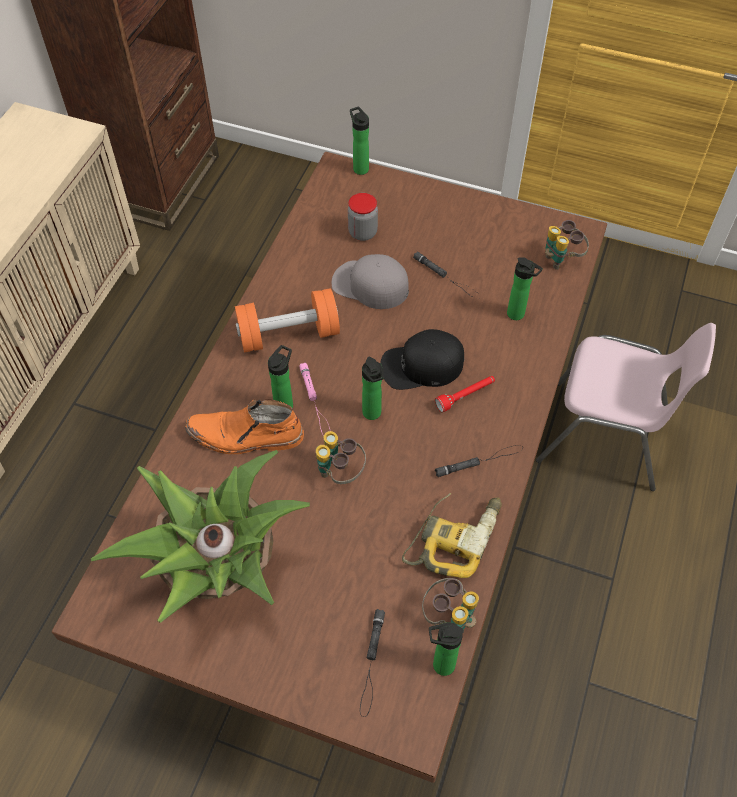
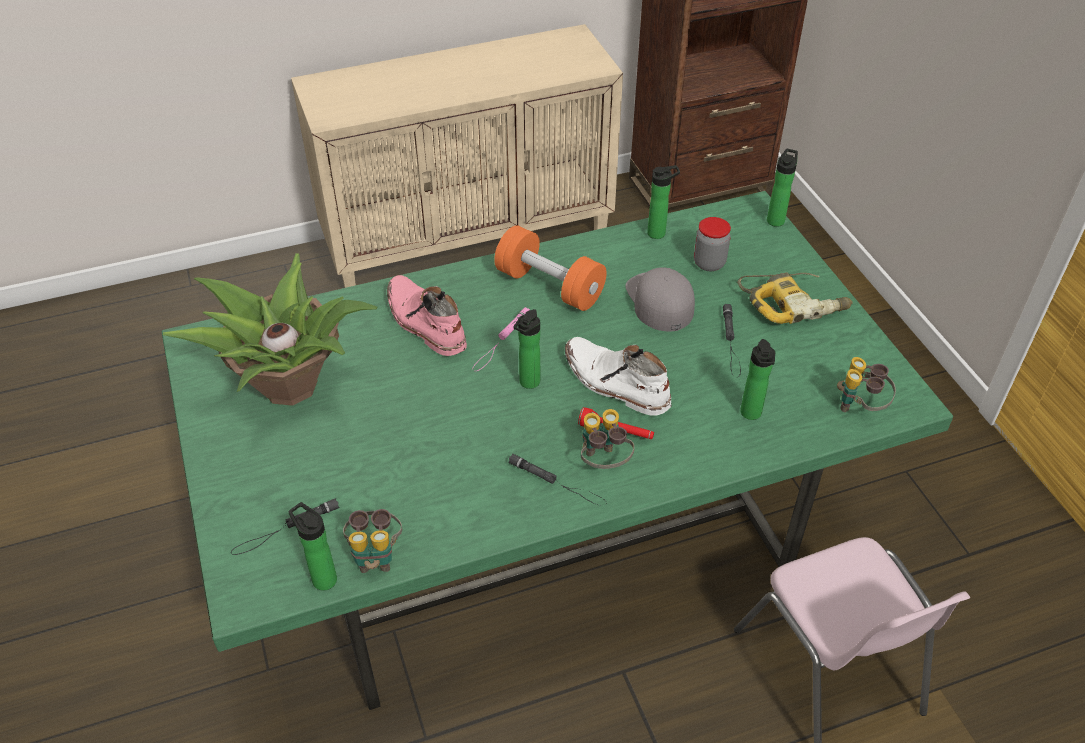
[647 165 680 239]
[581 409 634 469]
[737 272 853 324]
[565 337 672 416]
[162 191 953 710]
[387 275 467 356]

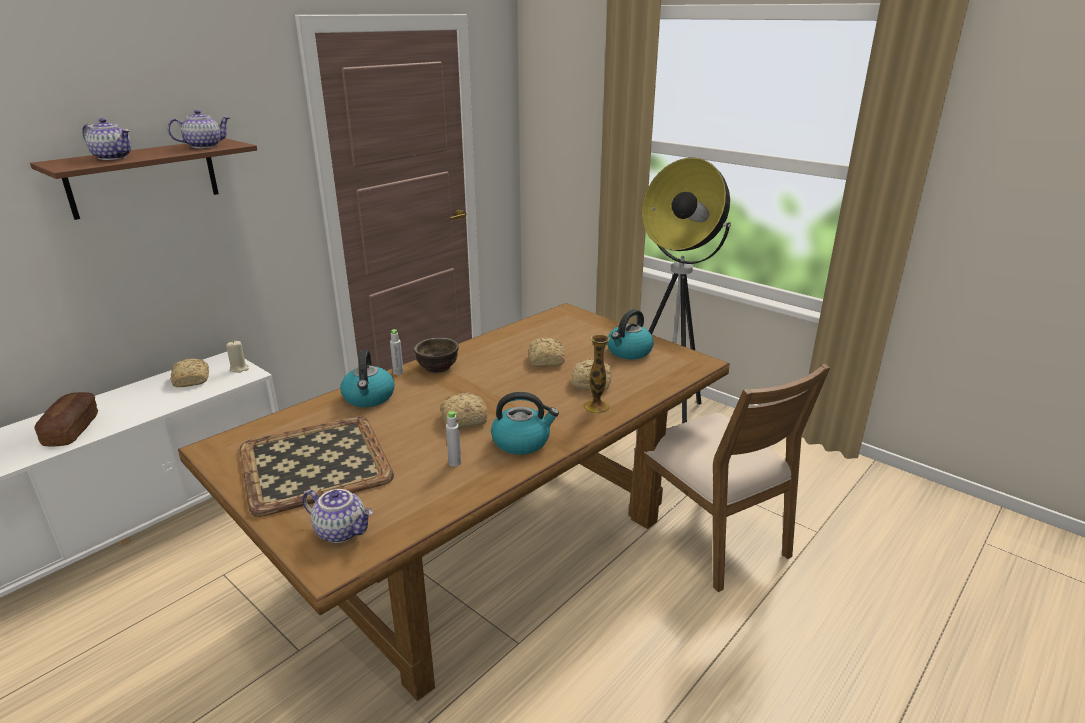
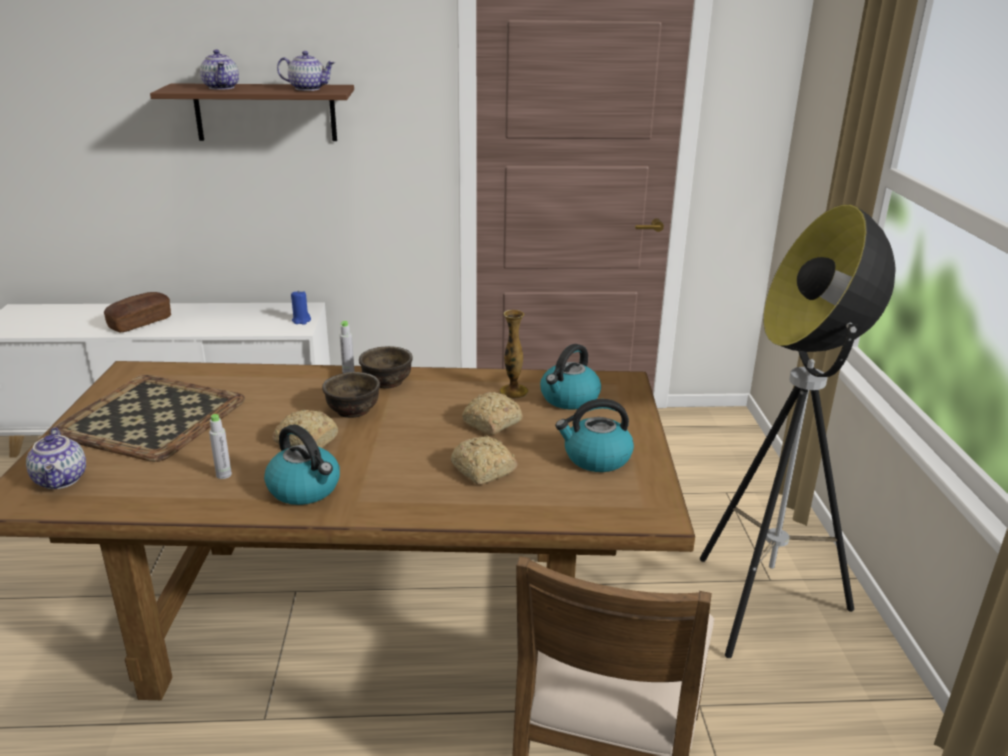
[170 358 209 387] (first image)
[322 372 380 418]
[540 344 601 410]
[499 310 529 399]
[291 290 311 325]

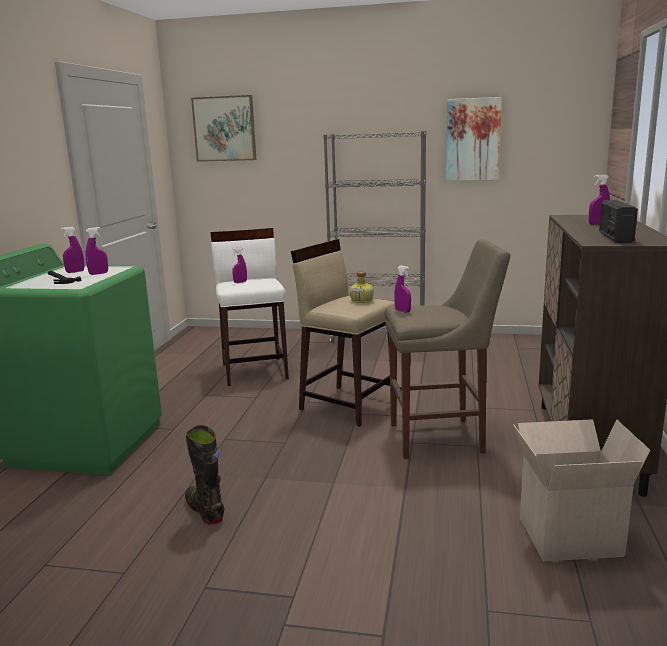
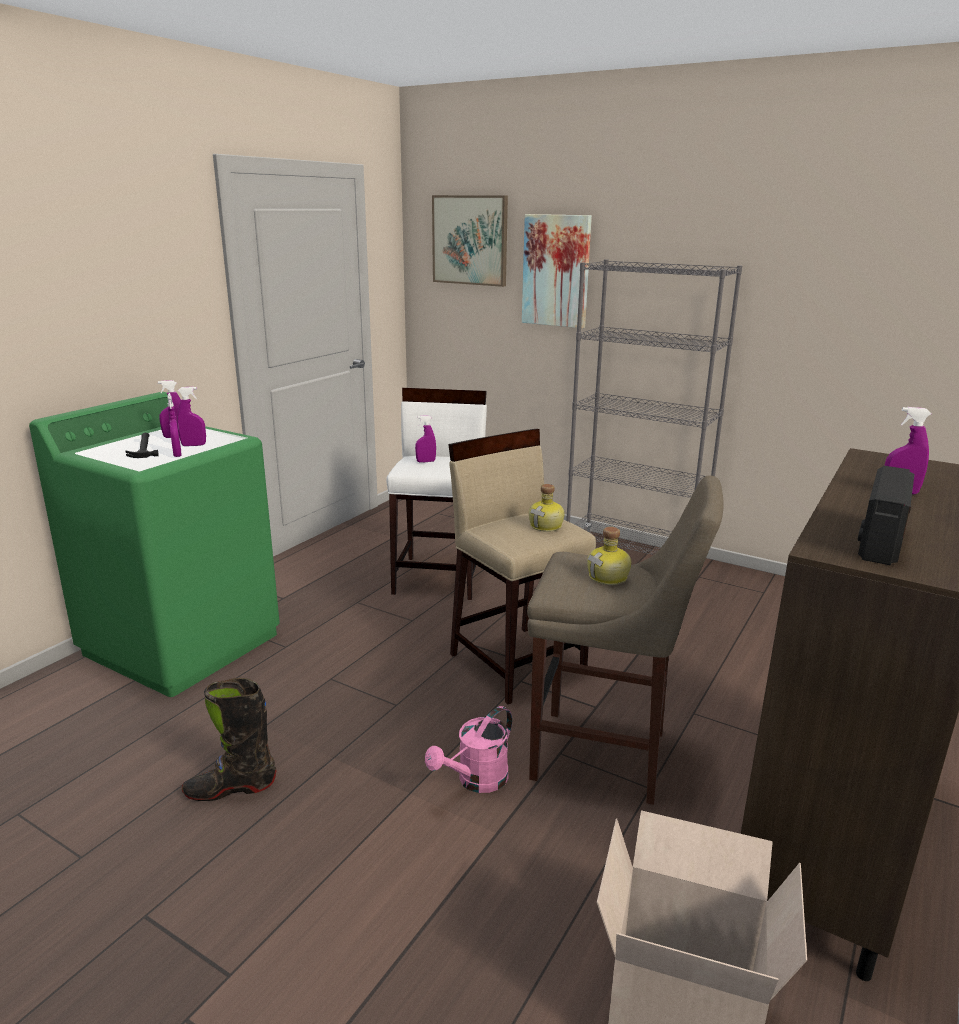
[425 706 512 793]
[587 527 631 585]
[167 393 181 457]
[522 214 592 328]
[182 678 276 801]

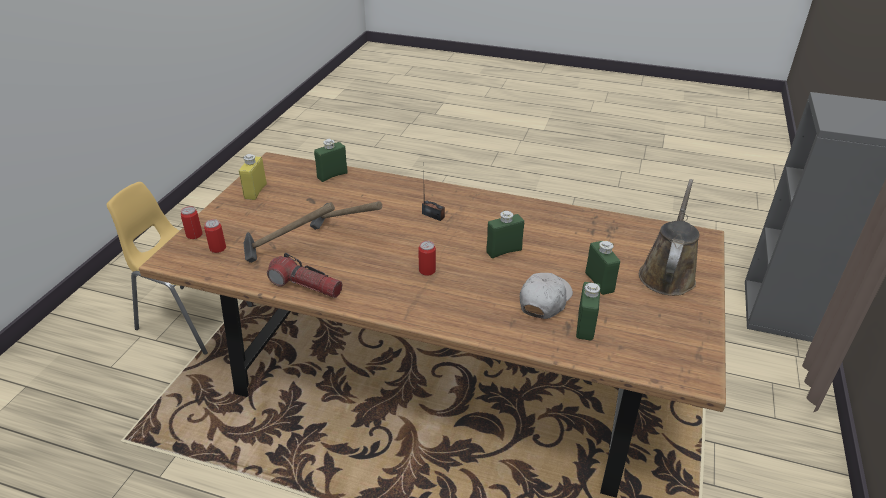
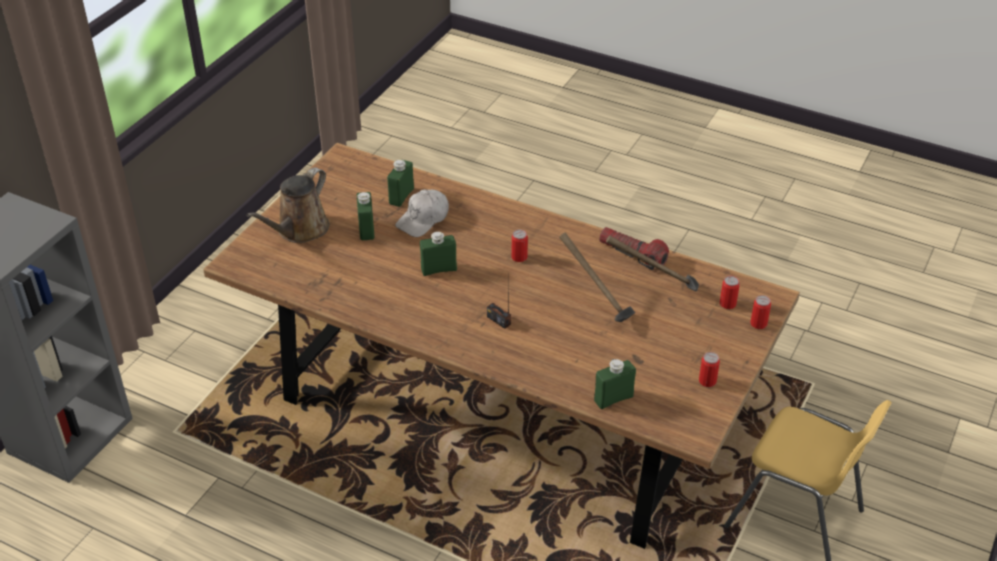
[699 352 720 387]

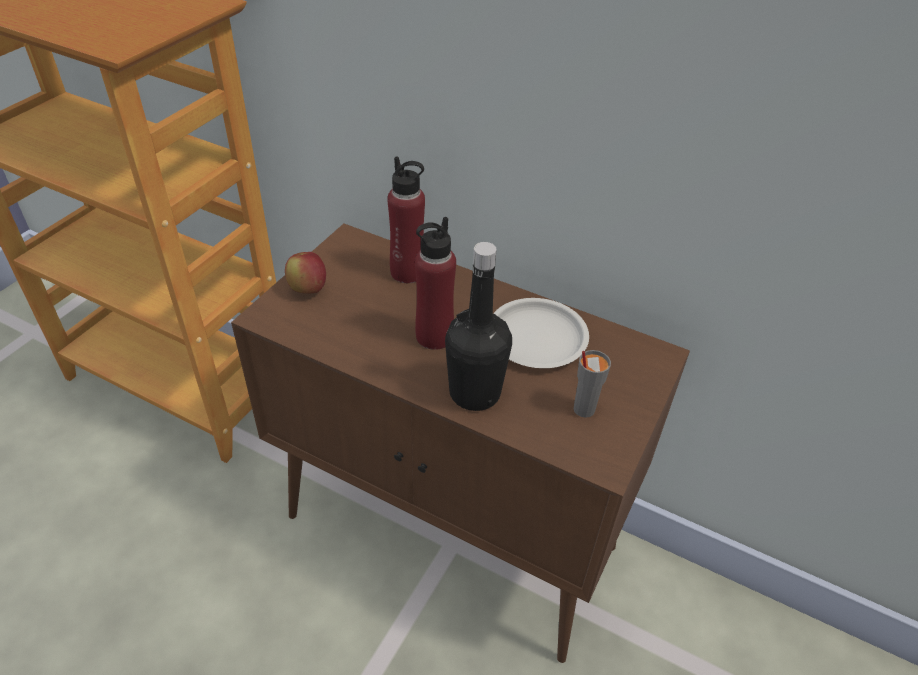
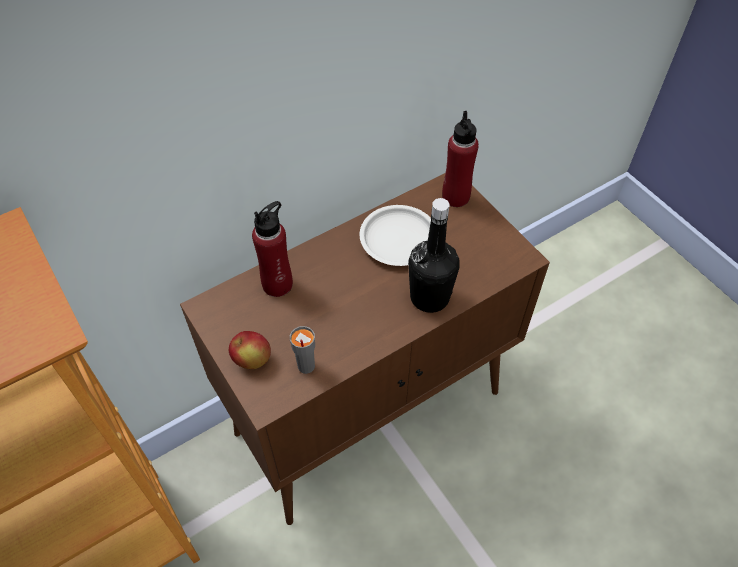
[442 111 479 207]
[290 326 315 374]

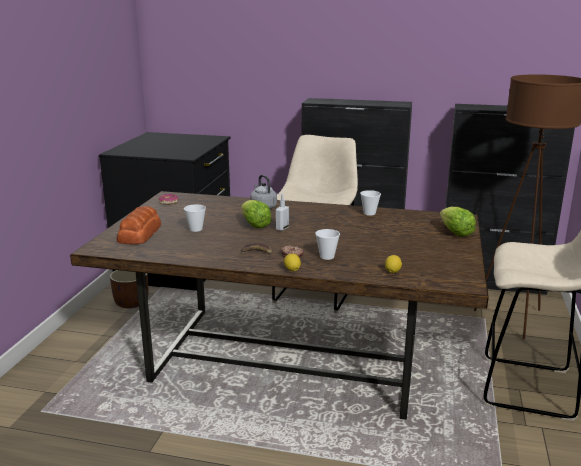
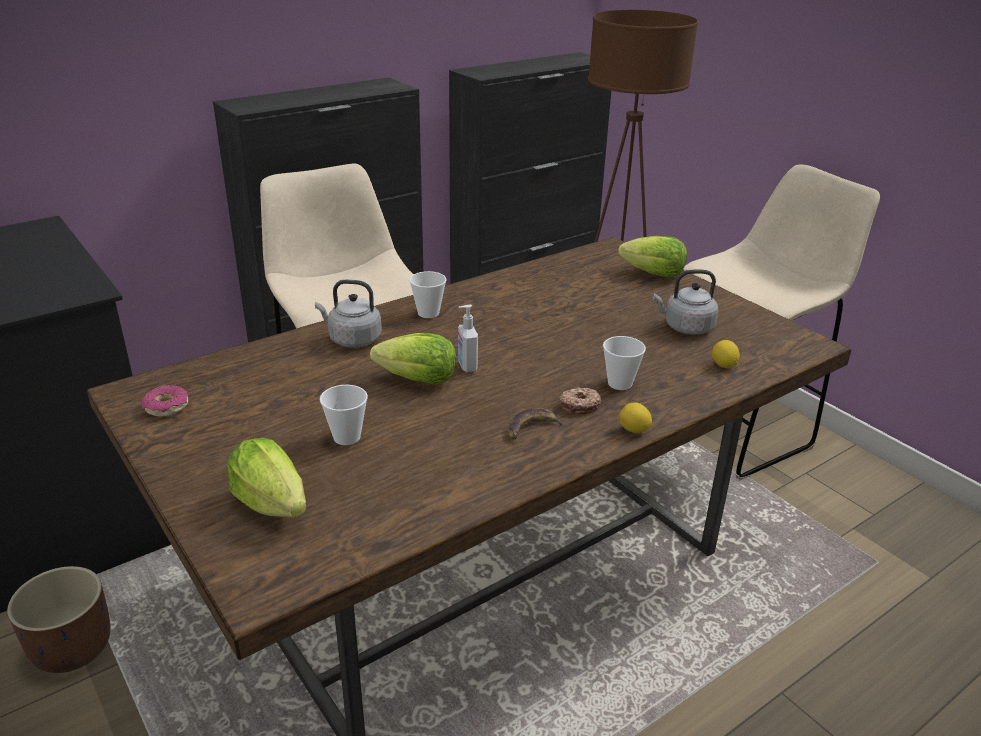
[653 269 718 335]
[409 271 446 318]
[227 438 306 518]

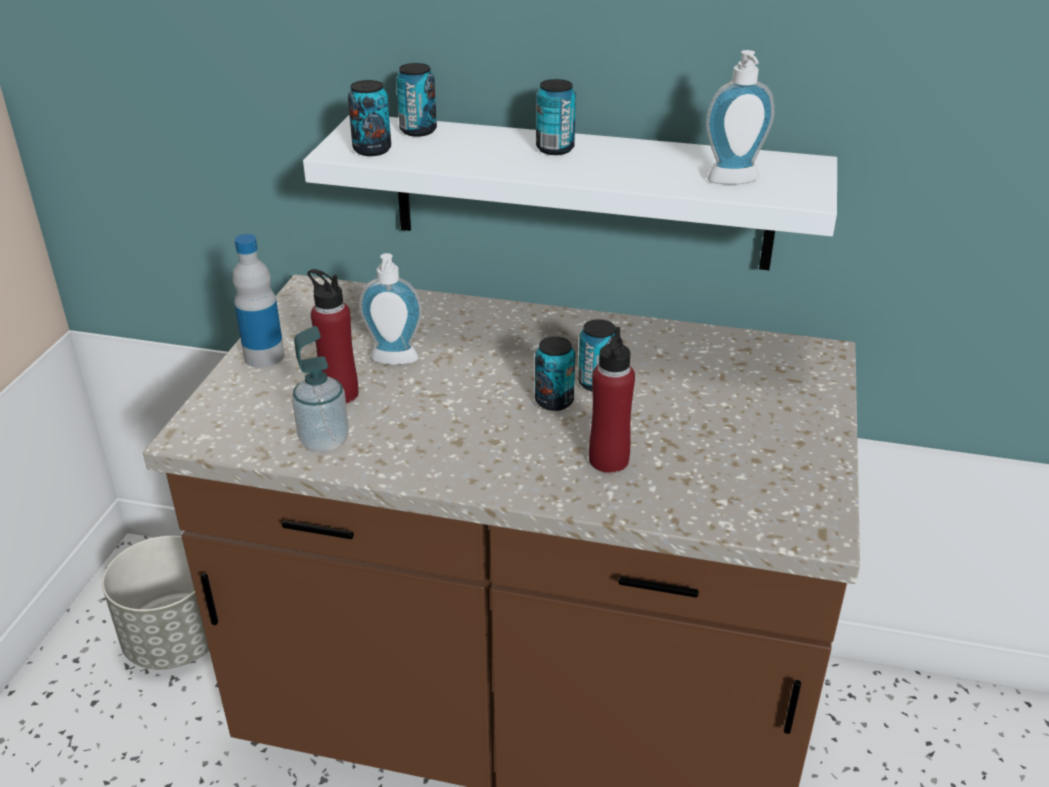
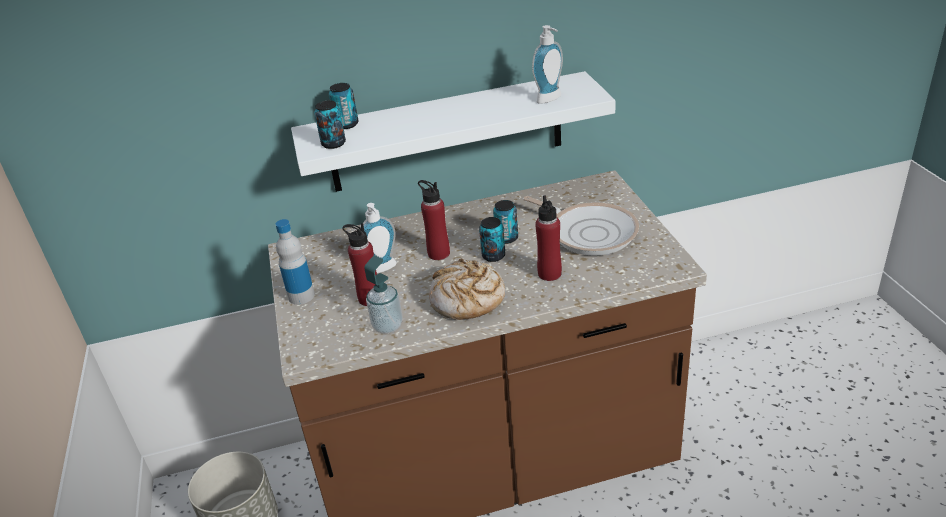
[536 79 576 155] (first image)
[418 180 450 260]
[429 258 505 320]
[523 196 639 256]

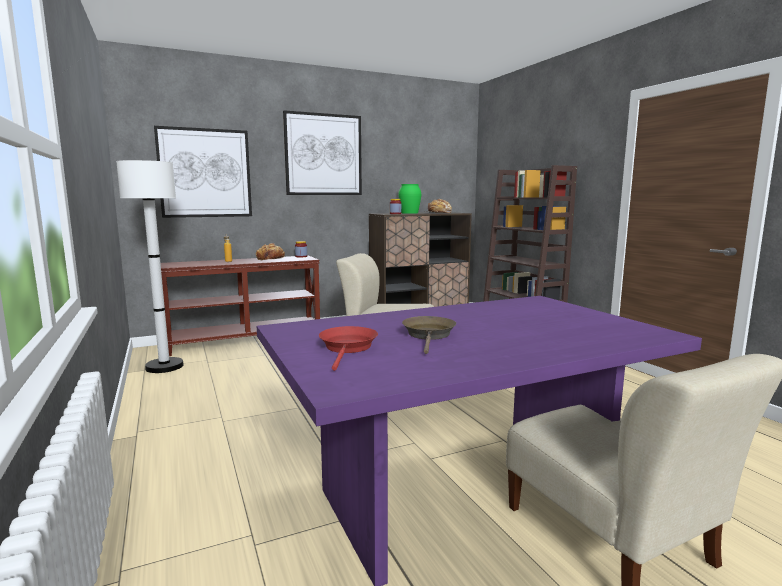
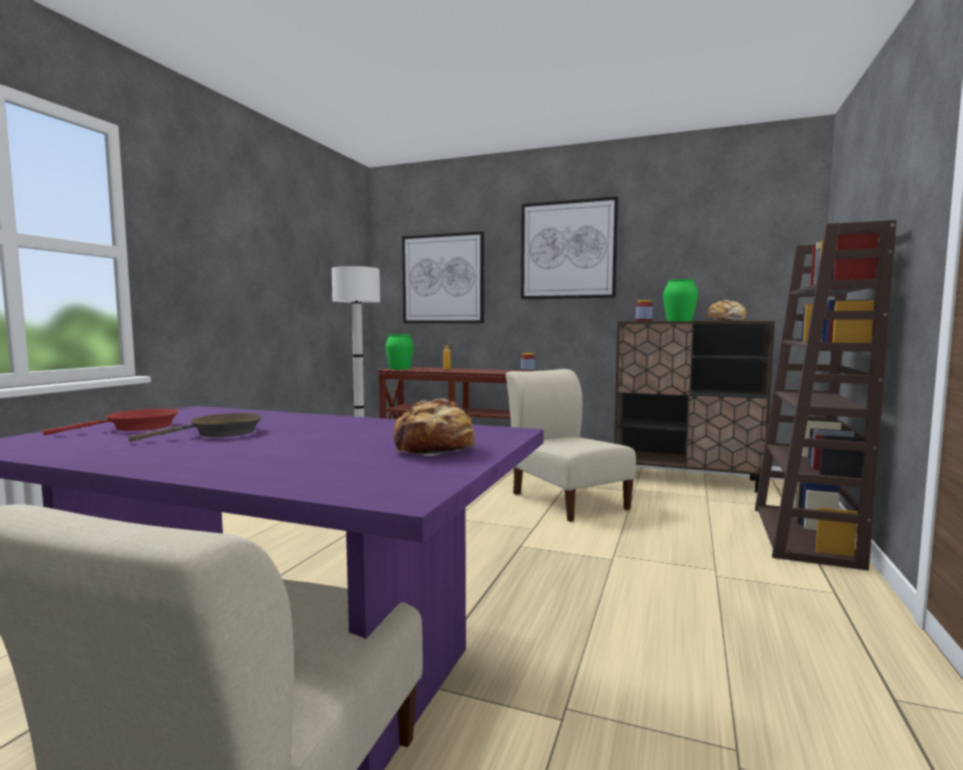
[385 334 414 370]
[394 399 478 456]

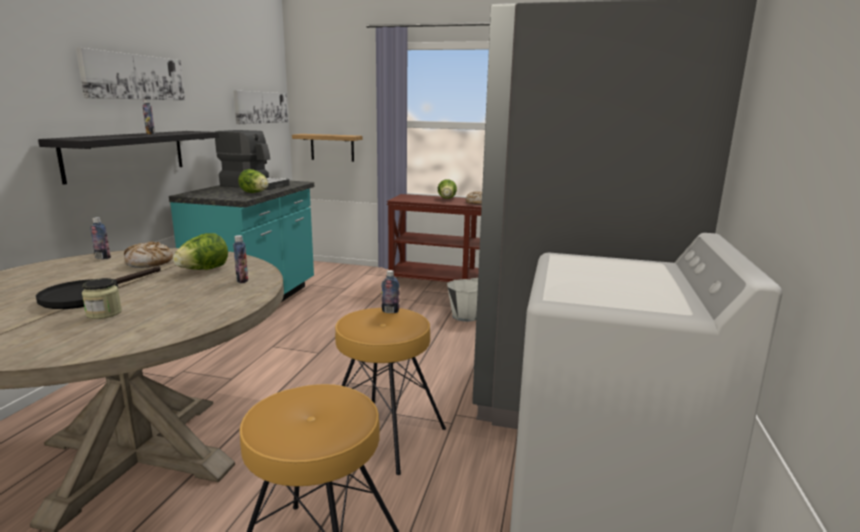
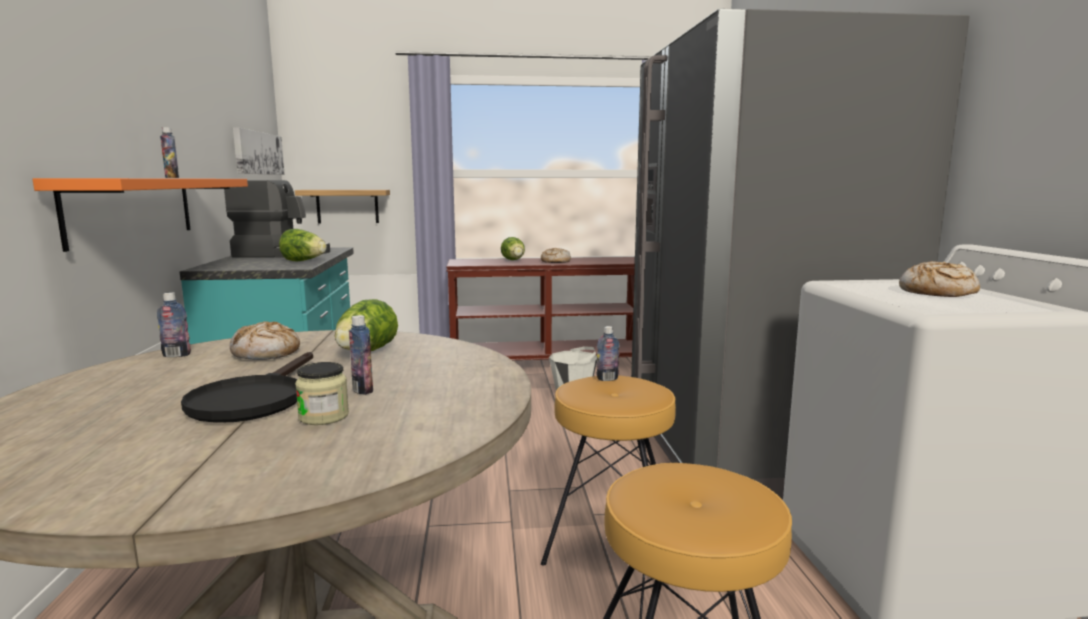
[76 48 185 100] (first image)
[899 261 980 297]
[349 315 373 395]
[33 178 248 252]

